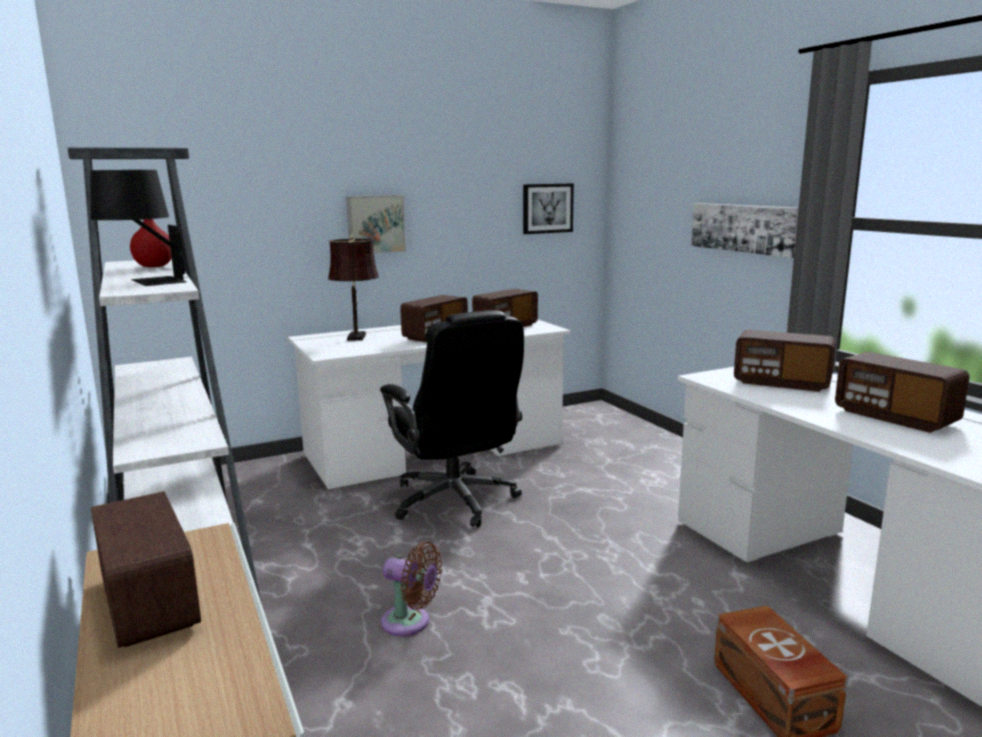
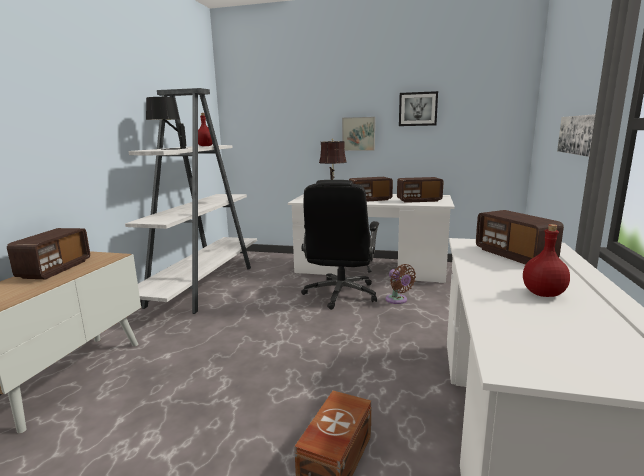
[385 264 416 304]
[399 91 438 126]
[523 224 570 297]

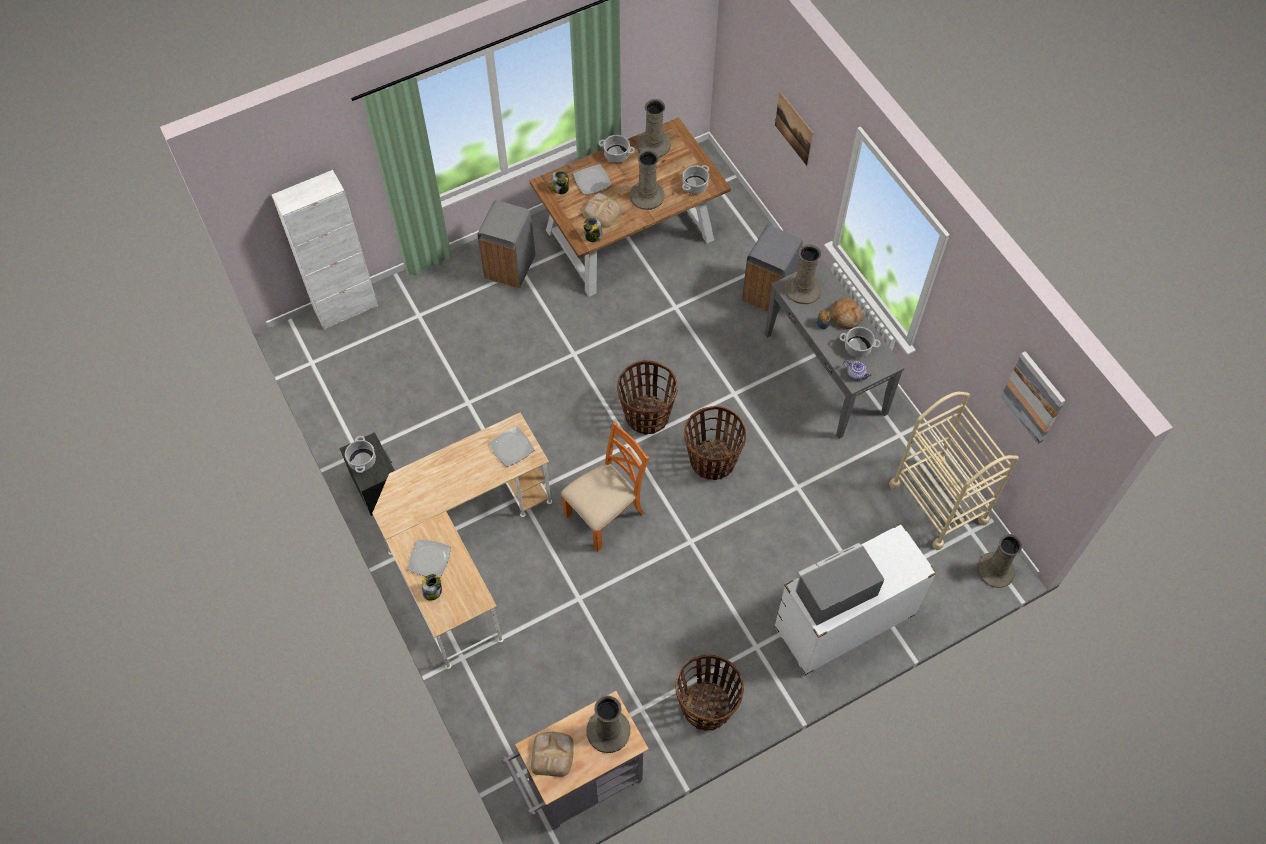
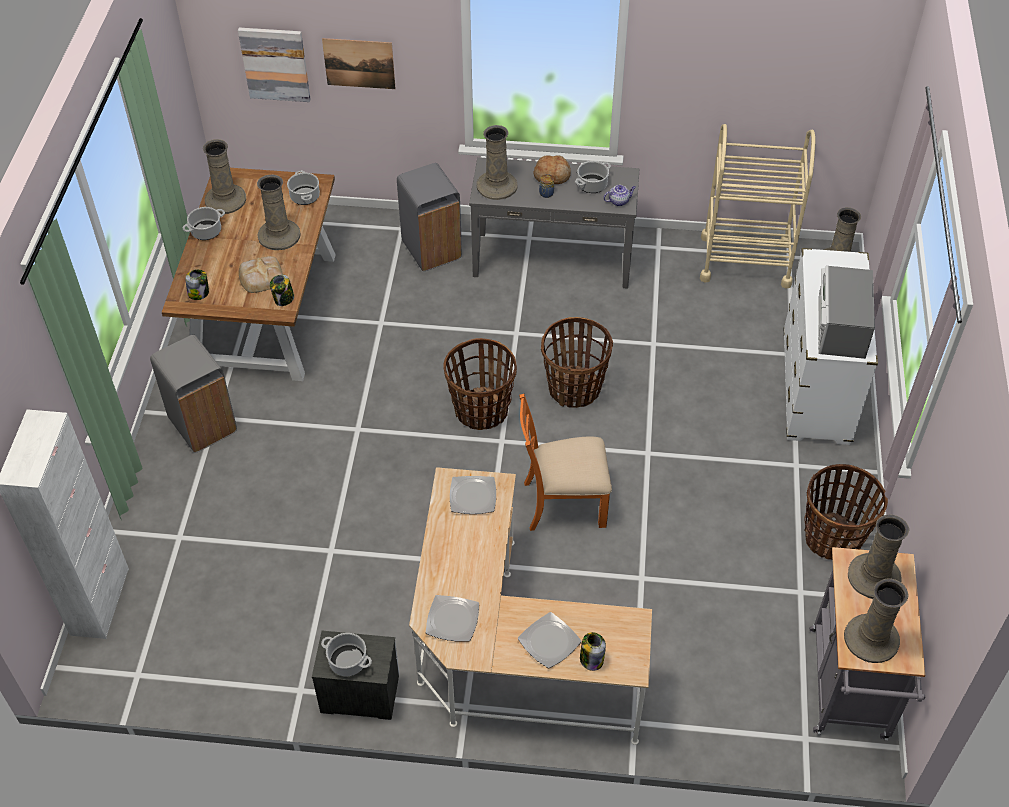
[426 595 479 641]
[238 28 310 102]
[844 579 908 663]
[519 394 612 531]

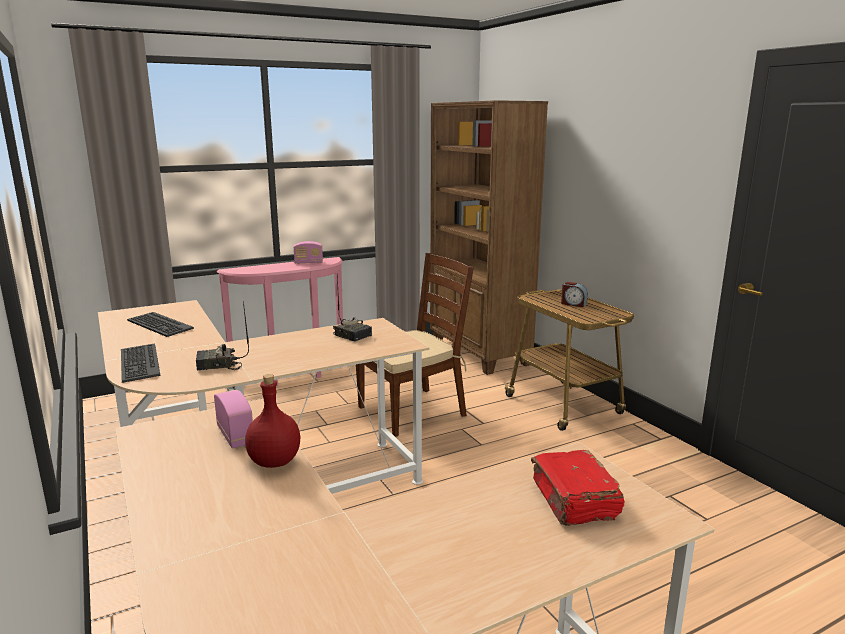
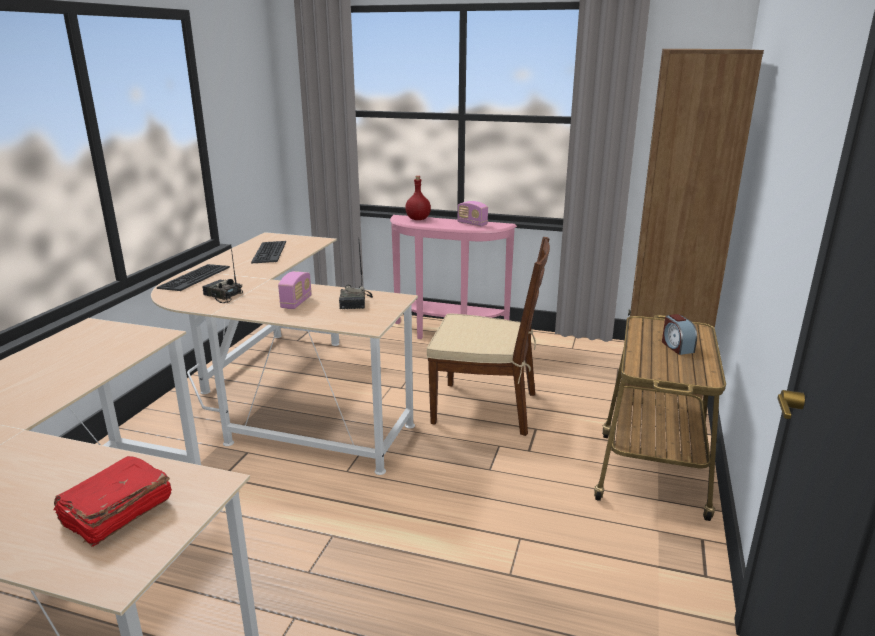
[278 271 312 309]
[405 176 431 220]

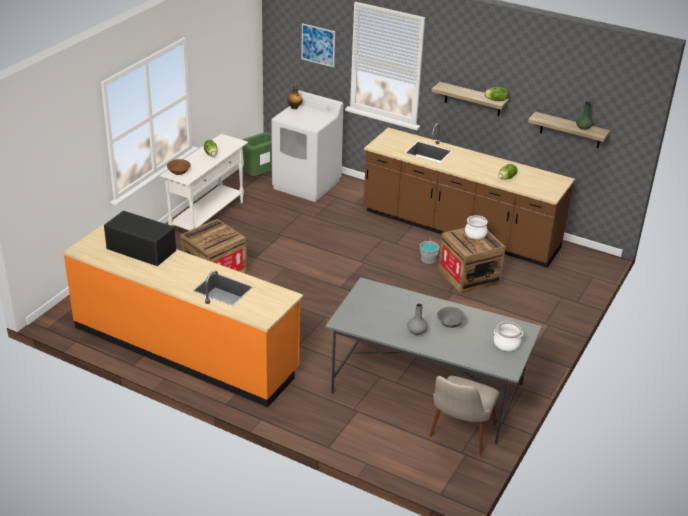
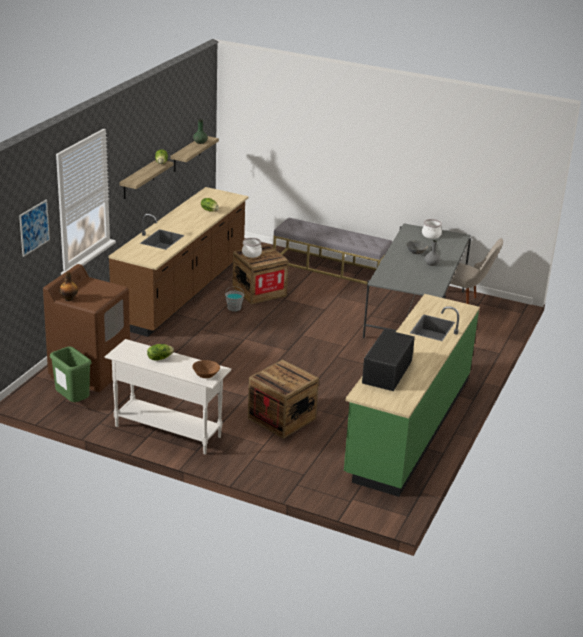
[273 217 392 284]
[344 294 480 497]
[43 264 130 392]

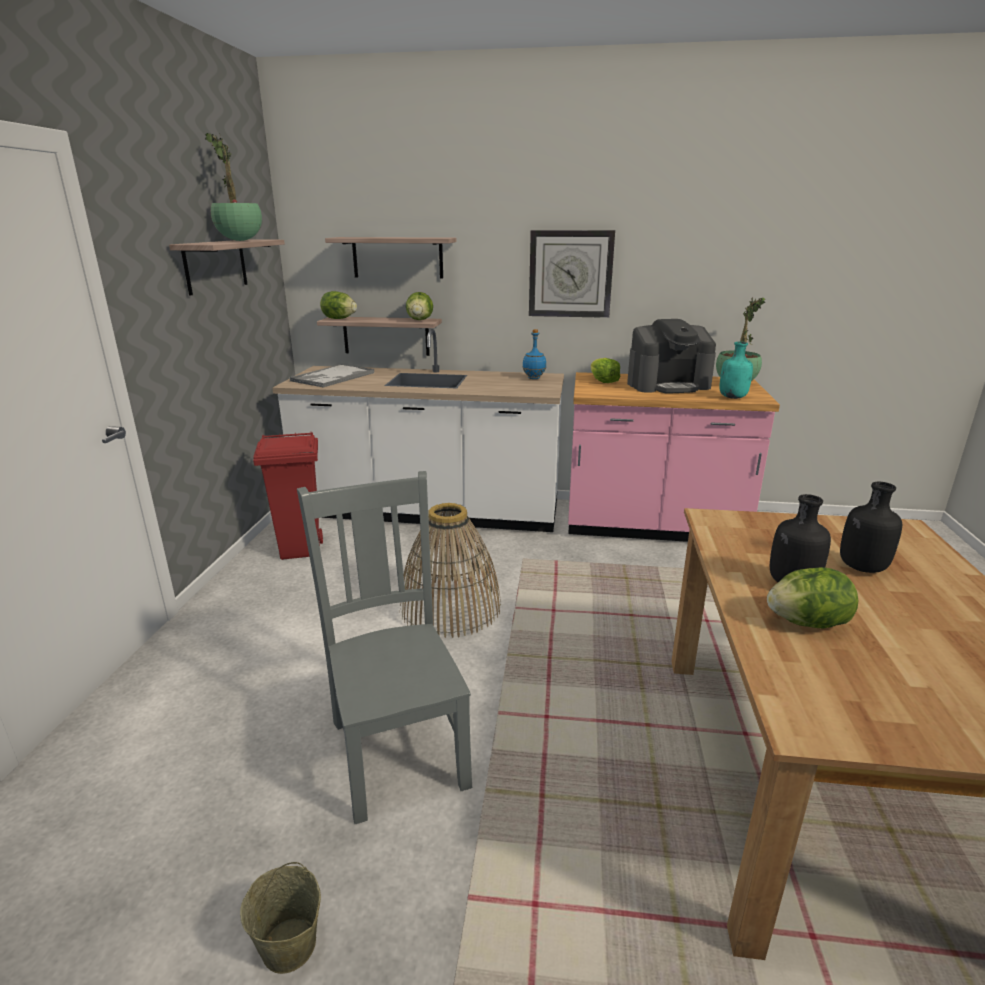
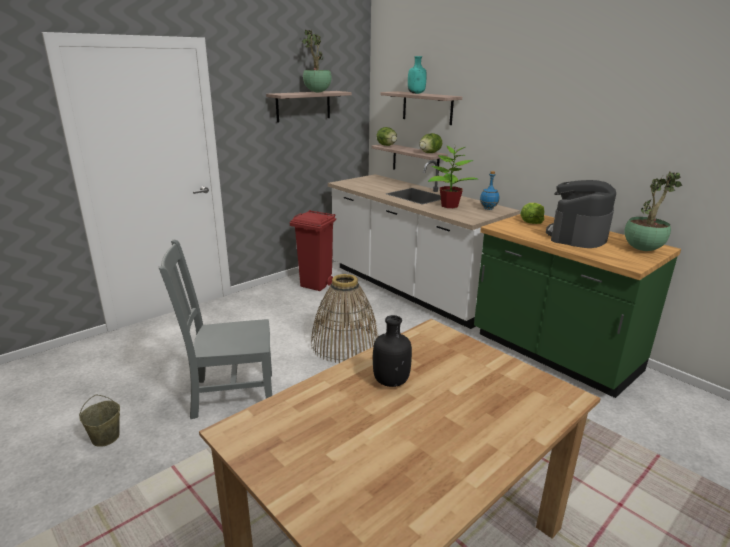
[290 364 374 388] (first image)
[529 230 615 318] (first image)
[767 567 858 628] (first image)
[840 482 902 573] (first image)
[428 143 477 208]
[408 56 427 94]
[474 214 681 398]
[159 239 272 419]
[546 180 616 248]

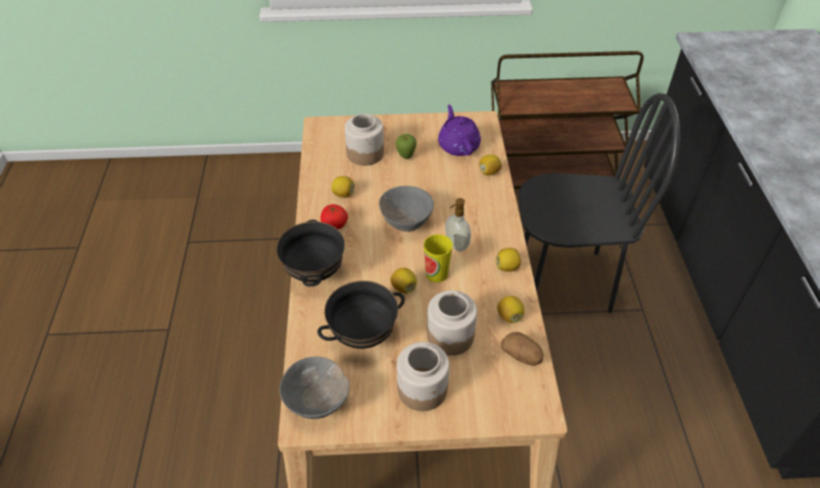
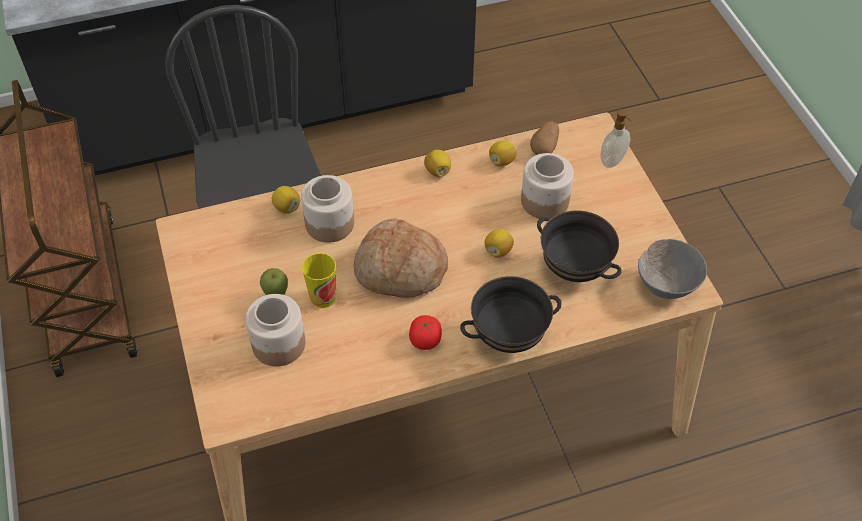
[331 176 355 198] (first image)
[438 104 481 156] (first image)
[301 175 354 243]
[302 253 336 308]
[601 109 633 168]
[354 218 448 298]

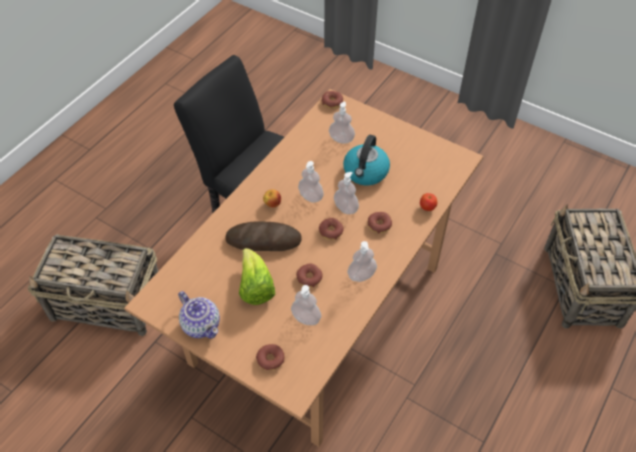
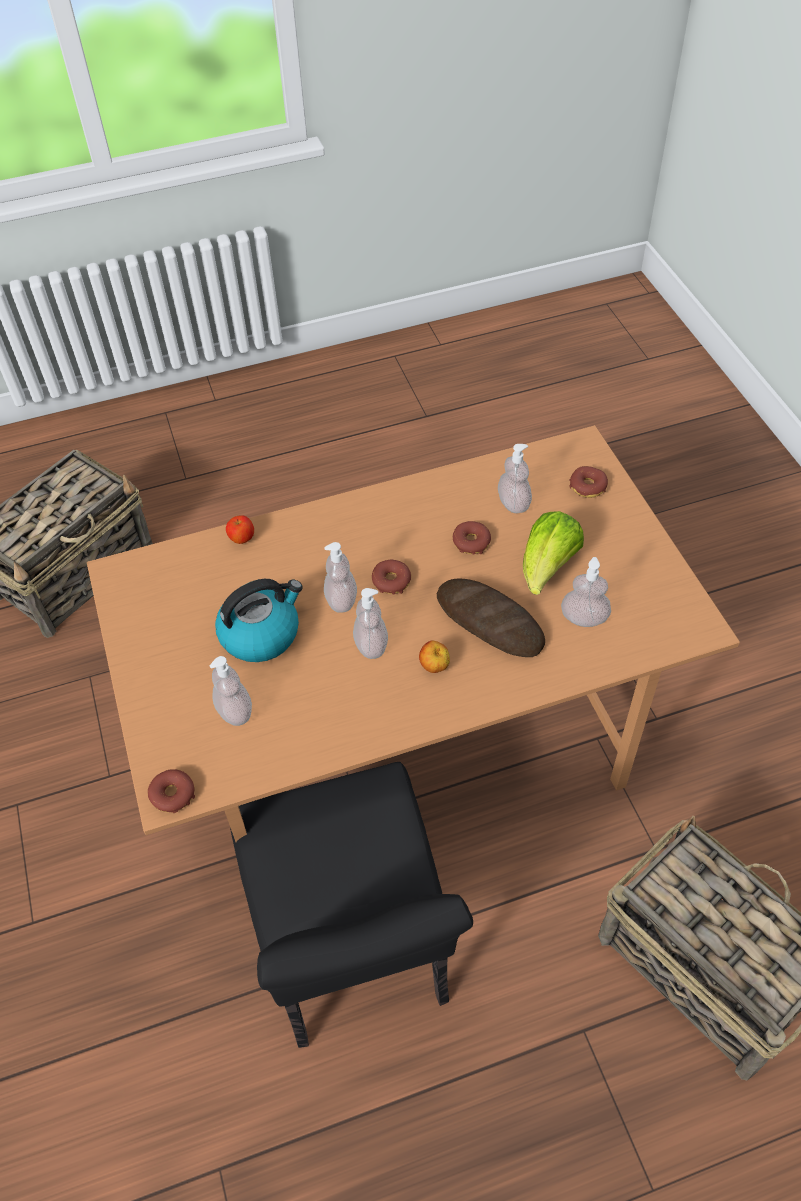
[178 291 220 339] (first image)
[368 212 392 233] (first image)
[561 557 611 627]

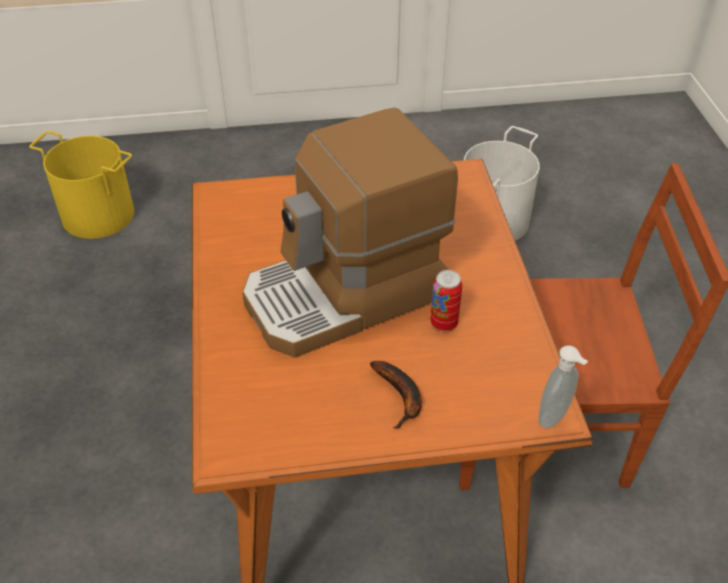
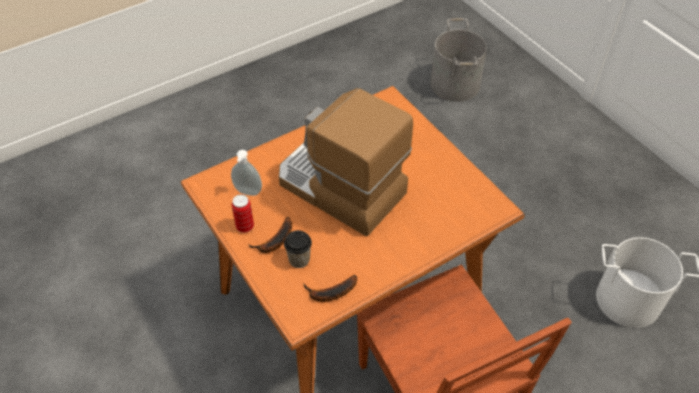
[284 230 312 268]
[303 275 357 302]
[232 194 254 233]
[231 150 262 196]
[431 18 487 102]

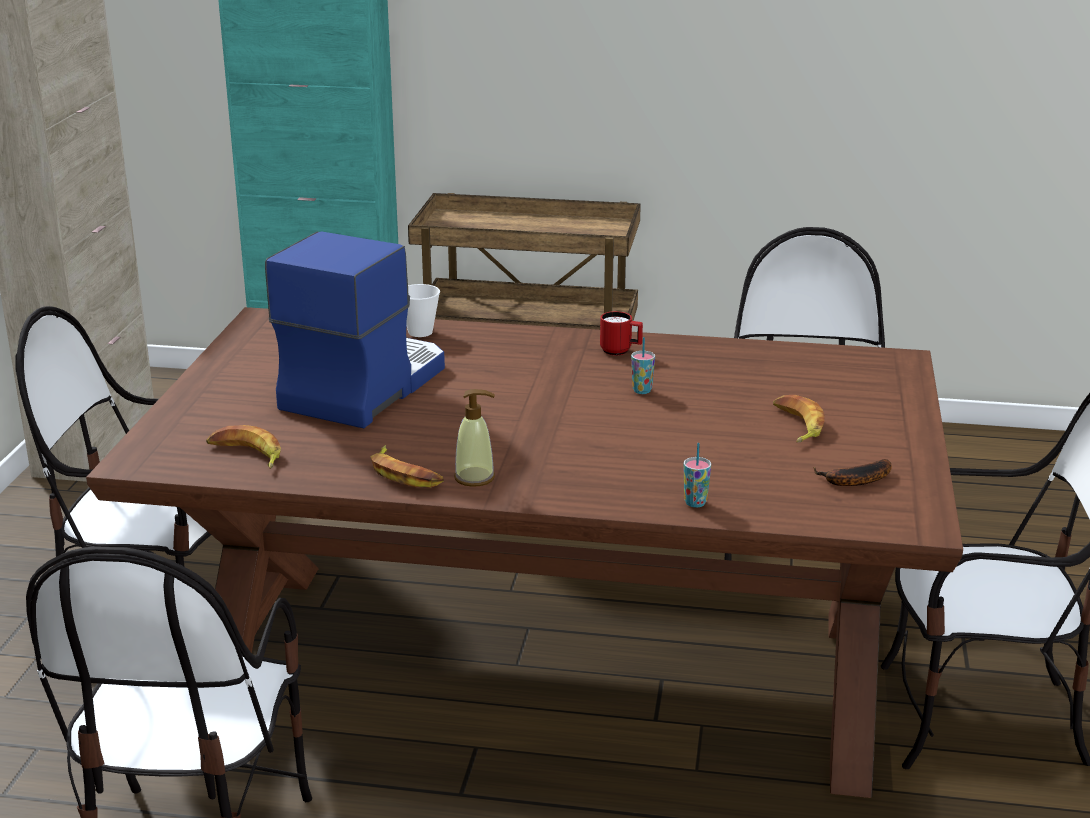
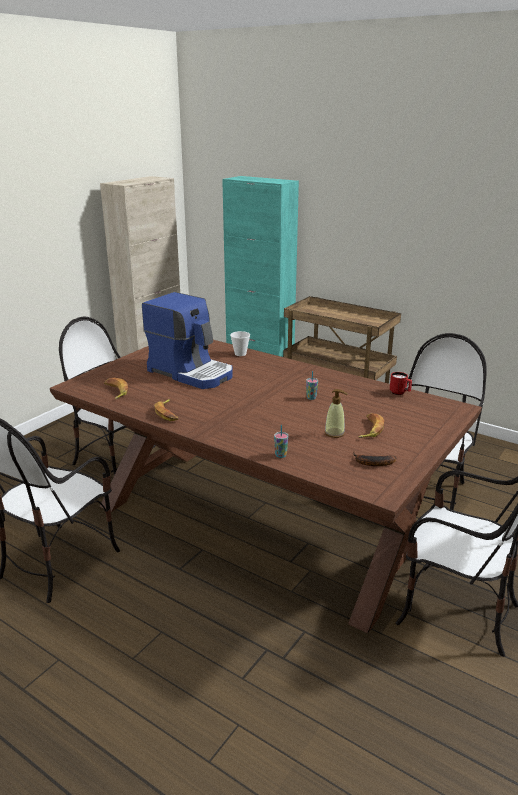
[324 389 347 438]
[390 372 412 395]
[142 292 232 389]

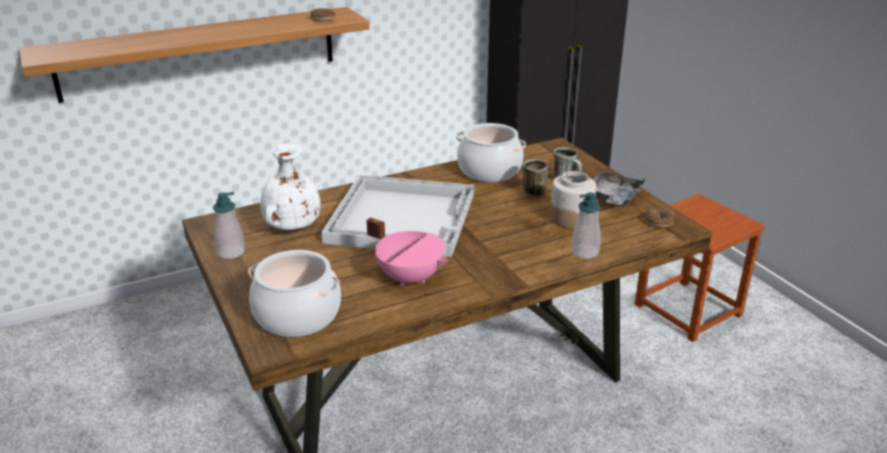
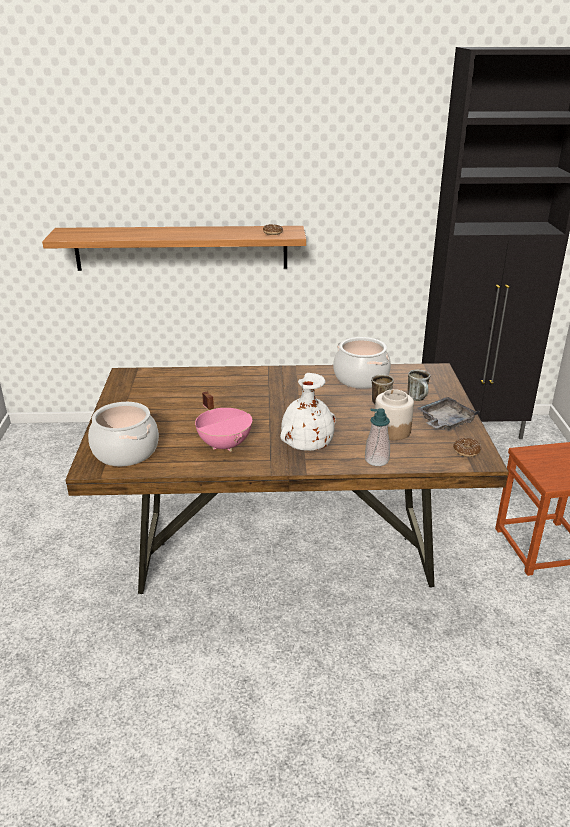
[213 192 245 259] (first image)
[321 175 474 257] (first image)
[280 373 336 451]

